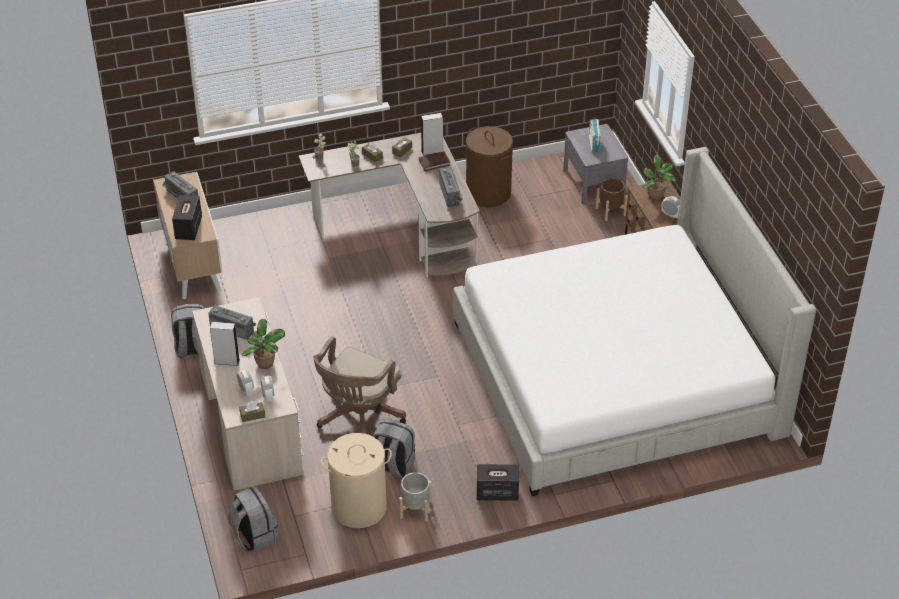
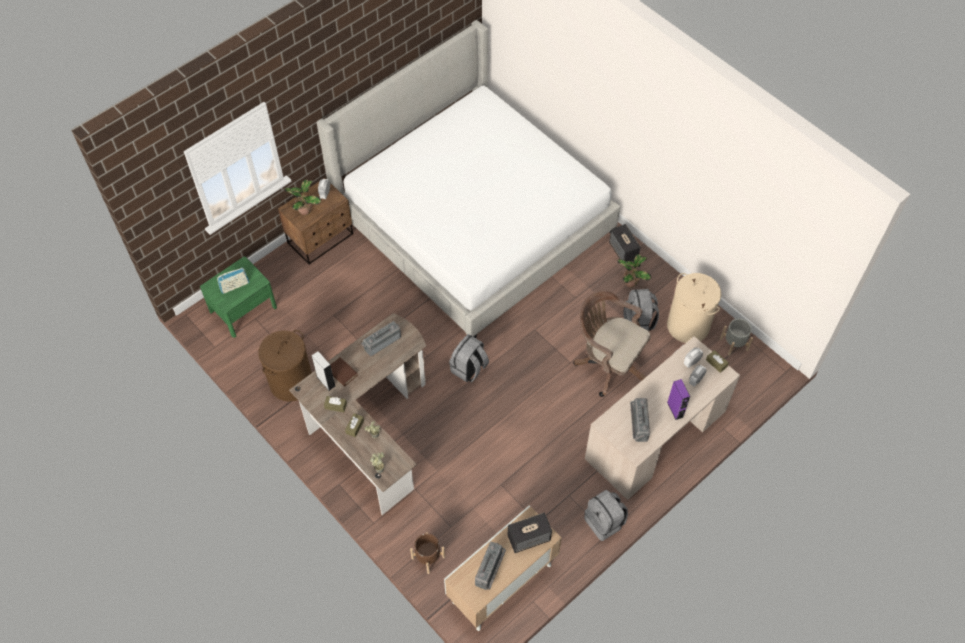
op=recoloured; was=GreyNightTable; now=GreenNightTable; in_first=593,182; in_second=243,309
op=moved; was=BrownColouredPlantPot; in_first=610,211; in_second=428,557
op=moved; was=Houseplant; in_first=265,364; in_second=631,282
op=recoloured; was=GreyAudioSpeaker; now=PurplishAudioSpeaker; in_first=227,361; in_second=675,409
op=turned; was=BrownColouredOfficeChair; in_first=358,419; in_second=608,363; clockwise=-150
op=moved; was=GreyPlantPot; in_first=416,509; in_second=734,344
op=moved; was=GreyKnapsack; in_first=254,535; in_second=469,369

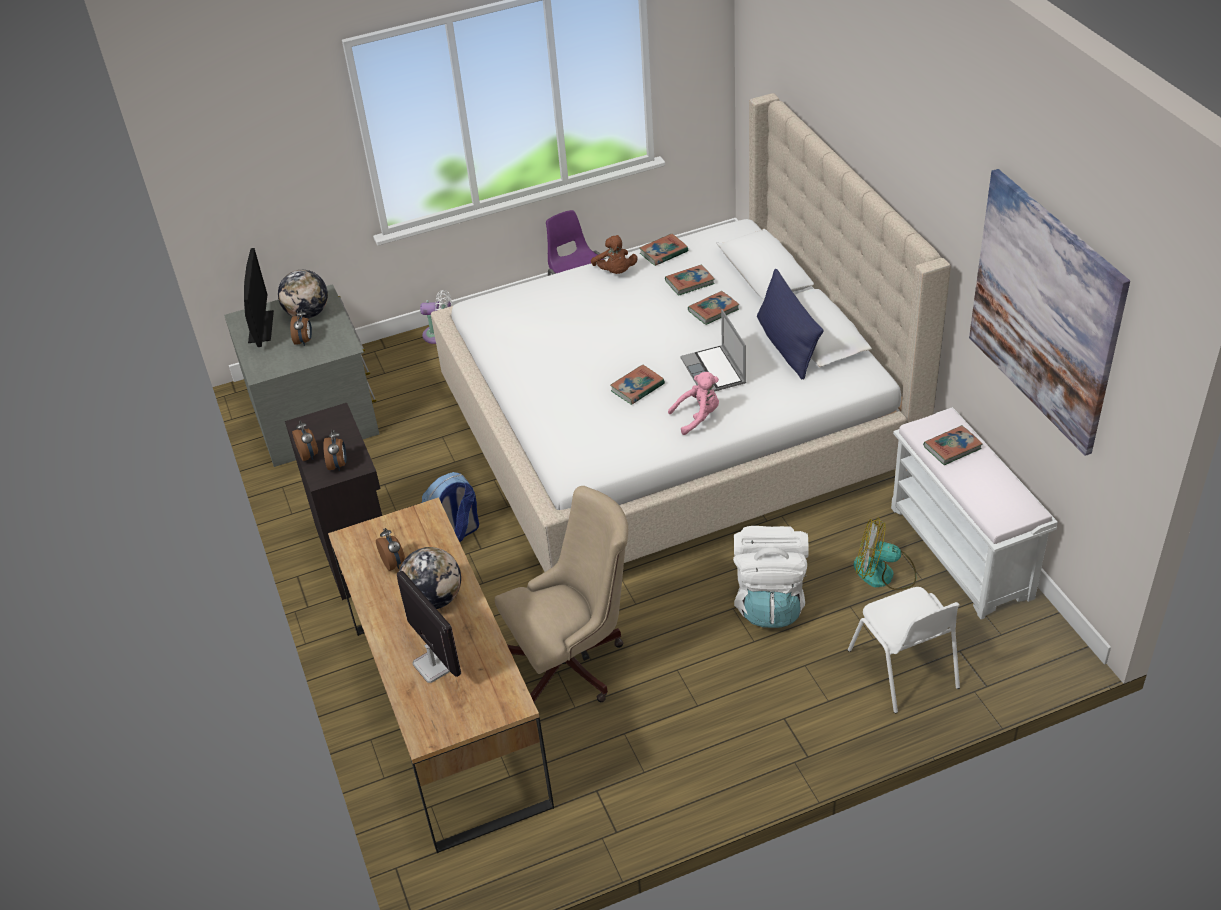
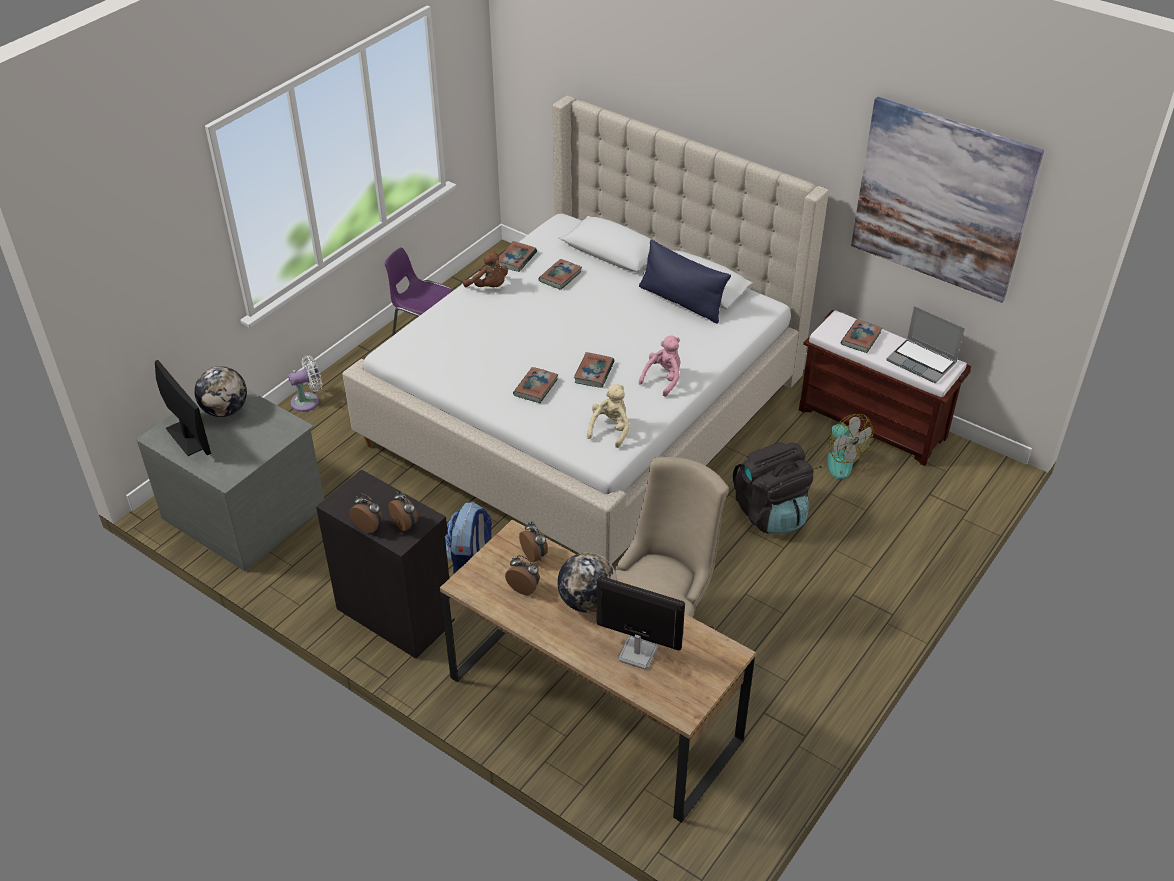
op=moved; was=Book; in_first=713,310; in_second=536,387
op=moved; was=AlarmClock; in_first=304,341; in_second=535,555
op=moved; was=Laptop; in_first=714,372; in_second=922,362
op=recoloured; was=WhiteLongSeat; now=BrownColouredLongSeat; in_first=962,552; in_second=874,423
op=turned; was=ElectricFan; in_first=883,573; in_second=833,460; clockwise=-105
op=recoloured; was=WhiteKnapsack; now=BlackishKnapsack; in_first=770,601; in_second=770,513
op=removed; was=WhitePlainChair; in_first=904,670
op=added; now=BeigeSoftToy; in_second=610,429

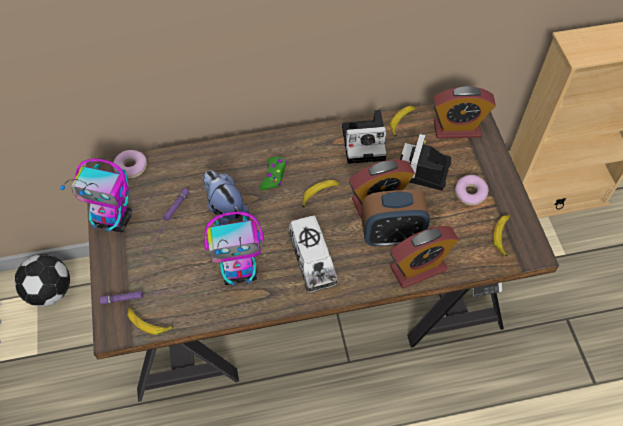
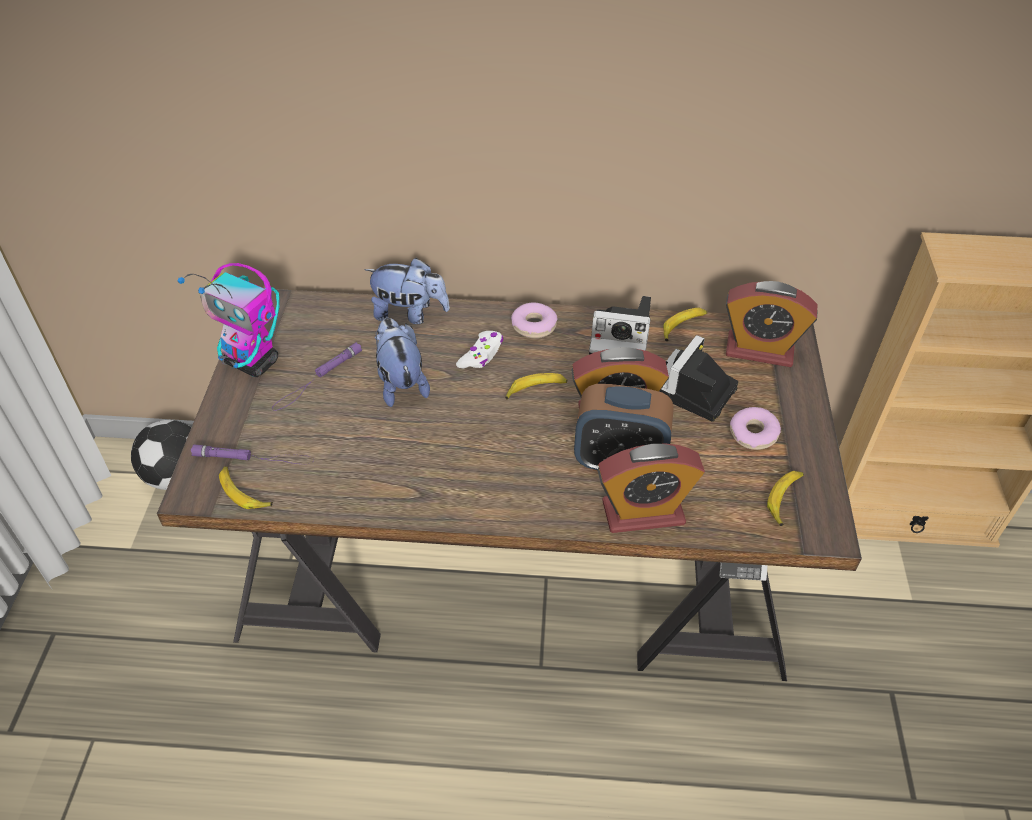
op=moved; was=Doughnut; in_first=131,167; in_second=534,326
op=recoloured; was=GreenJoypad; now=WhiteJoypad; in_first=274,176; in_second=481,355
op=removed; was=RobotFigure; in_first=240,272
op=removed; was=ToyTruck; in_first=312,260
op=added; now=SoftToy; in_second=409,314

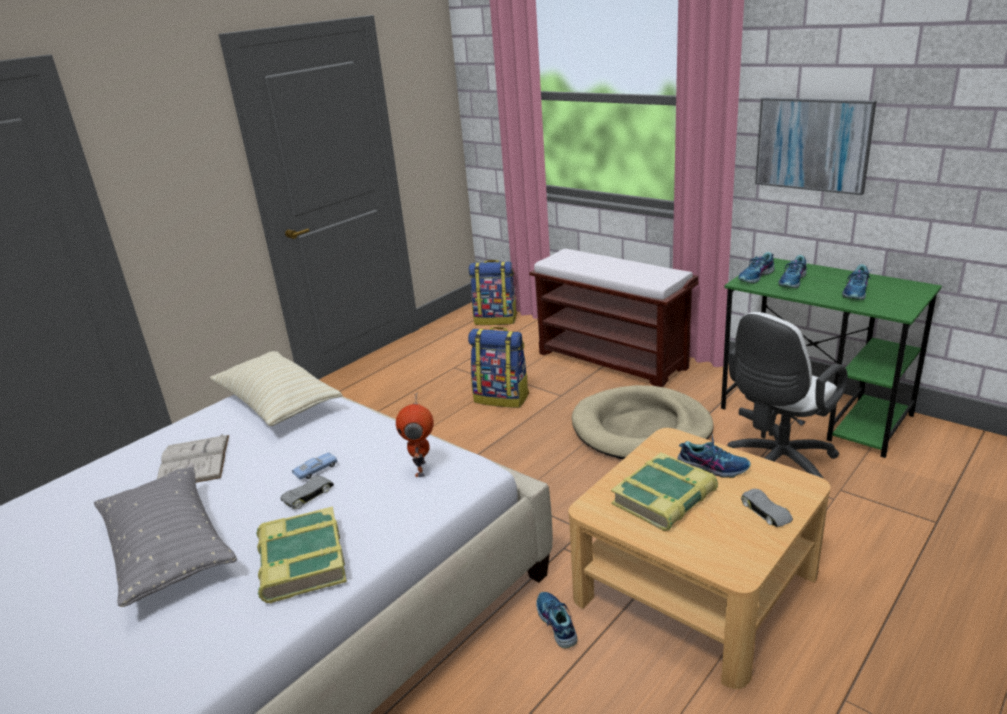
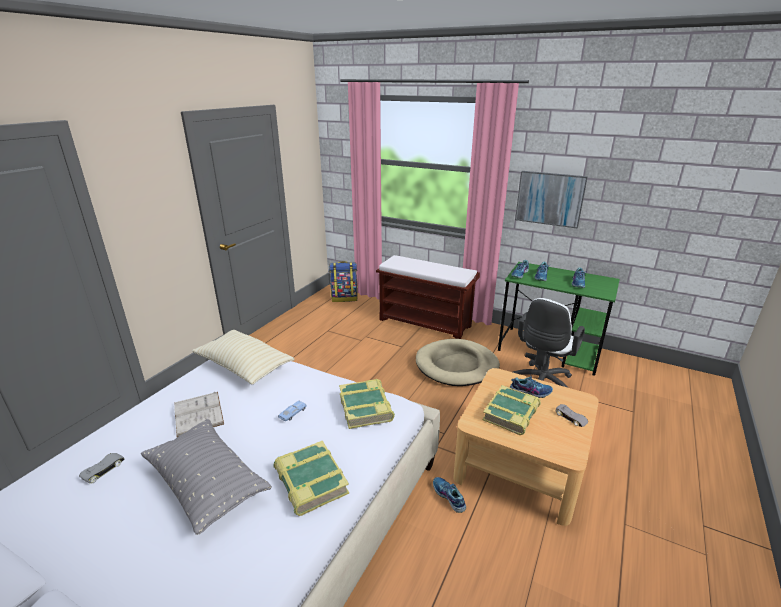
op=removed; was=Knapsack; in_first=502,398
op=replaced; was=RobotFigure; now=Book; in_first=422,468; in_second=366,407
op=moved; was=GreyToyCar; in_first=308,495; in_second=103,469

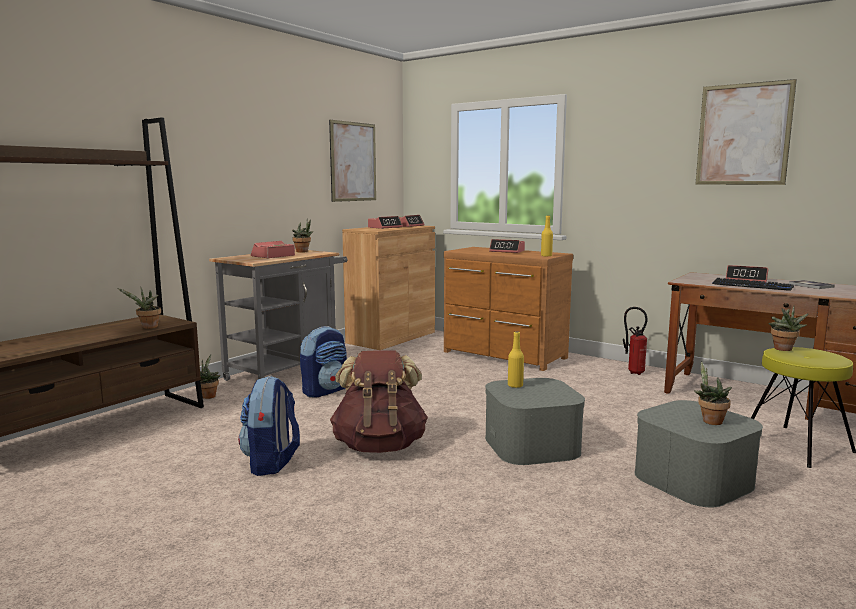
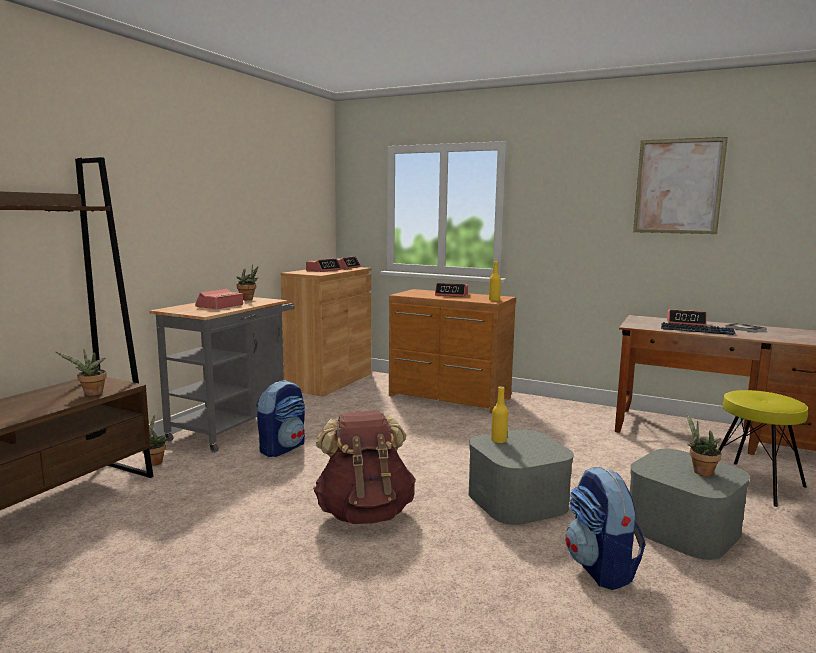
op=removed; was=Picture; in_first=353,162
op=removed; was=Houseplant; in_first=784,349
op=removed; was=FireExtinguisher; in_first=633,372
op=moved; was=Knapsack; in_first=272,463; in_second=600,568

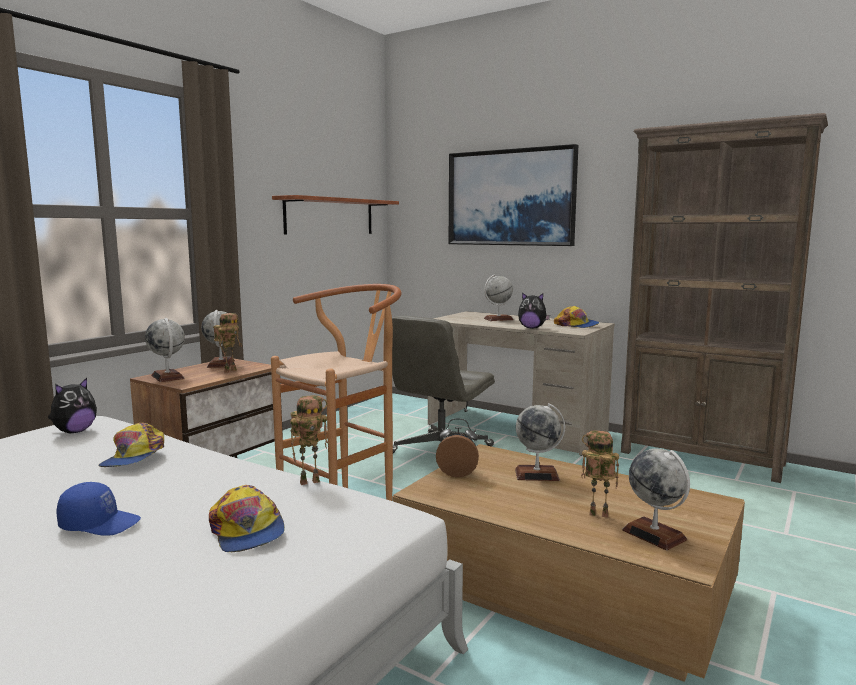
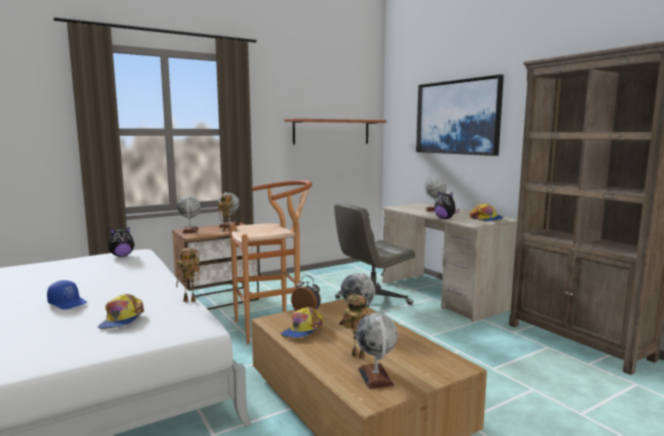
op=moved; was=BaseballCap; in_first=134,457; in_second=303,330

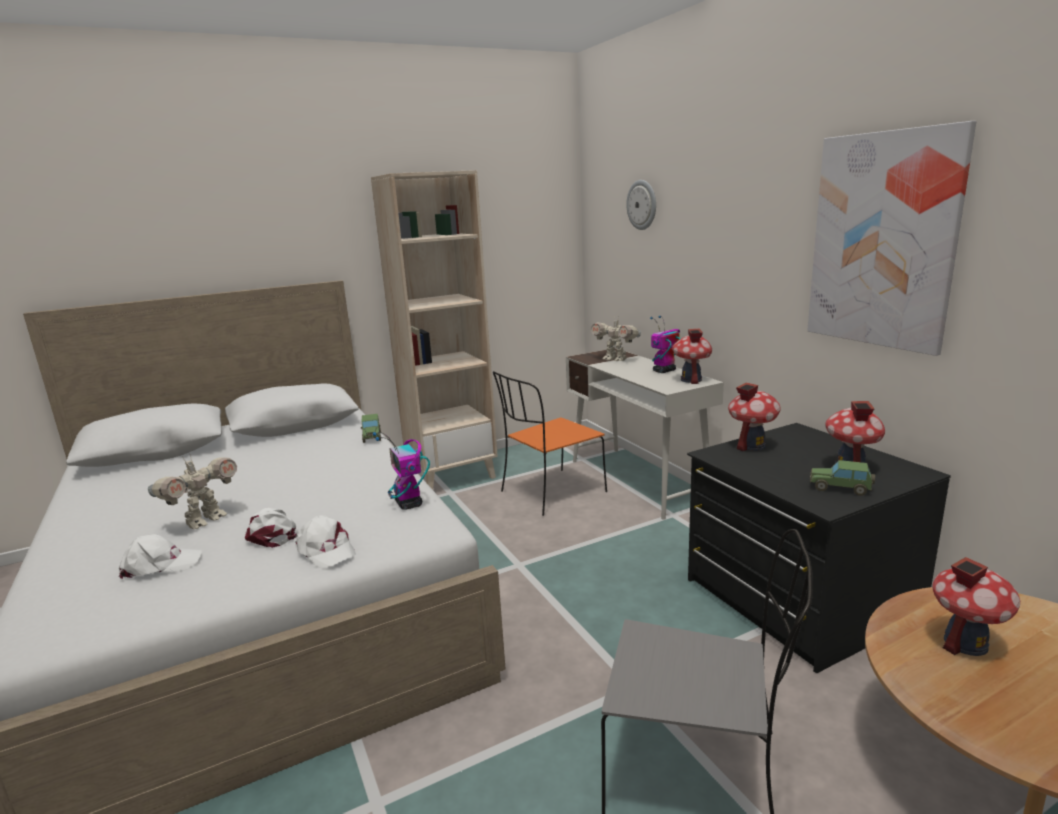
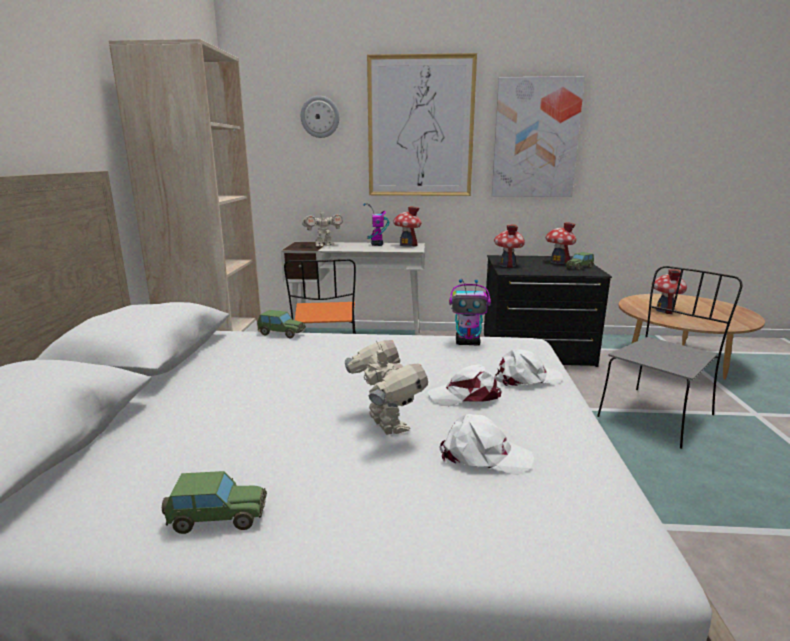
op=turned; was=WhiteBaseballCap; in_first=160,565; in_second=483,456; clockwise=90
op=added; now=Picture; in_second=420,127
op=added; now=ToyCar; in_second=217,518

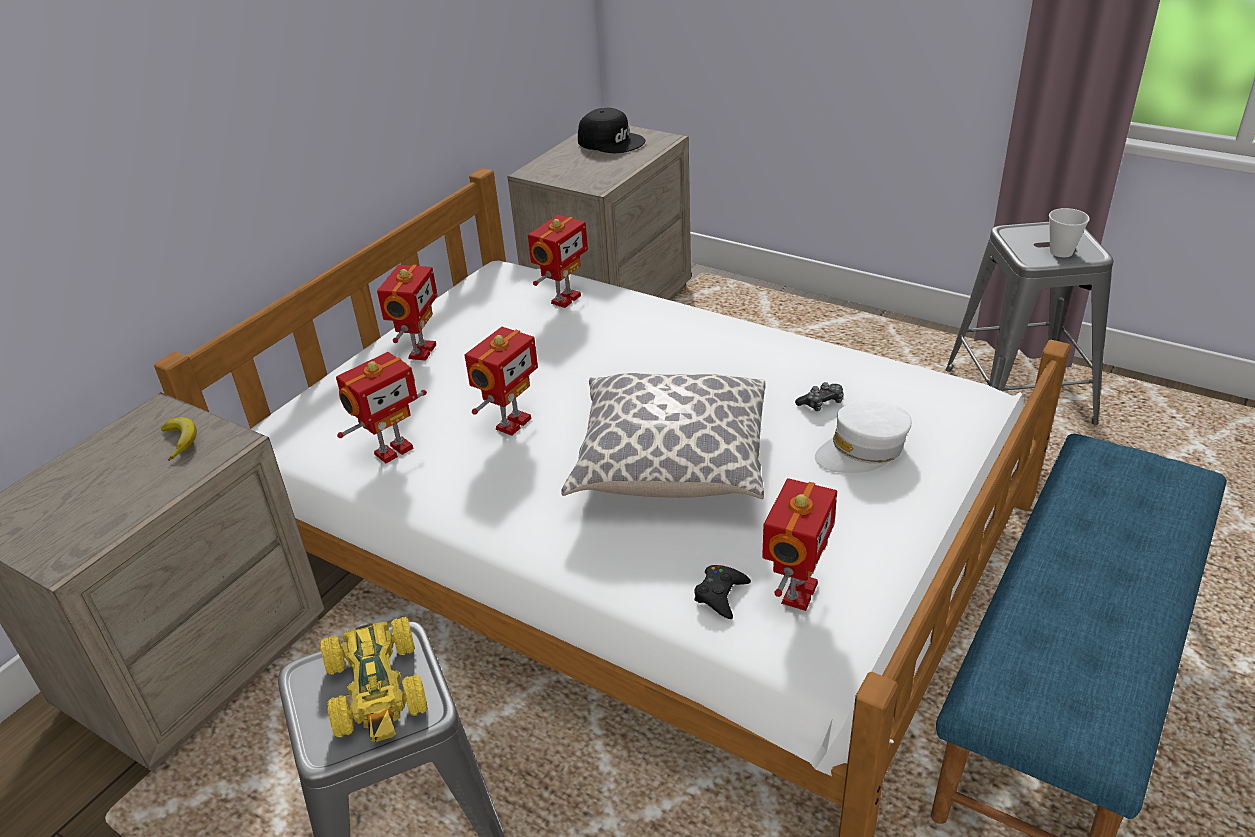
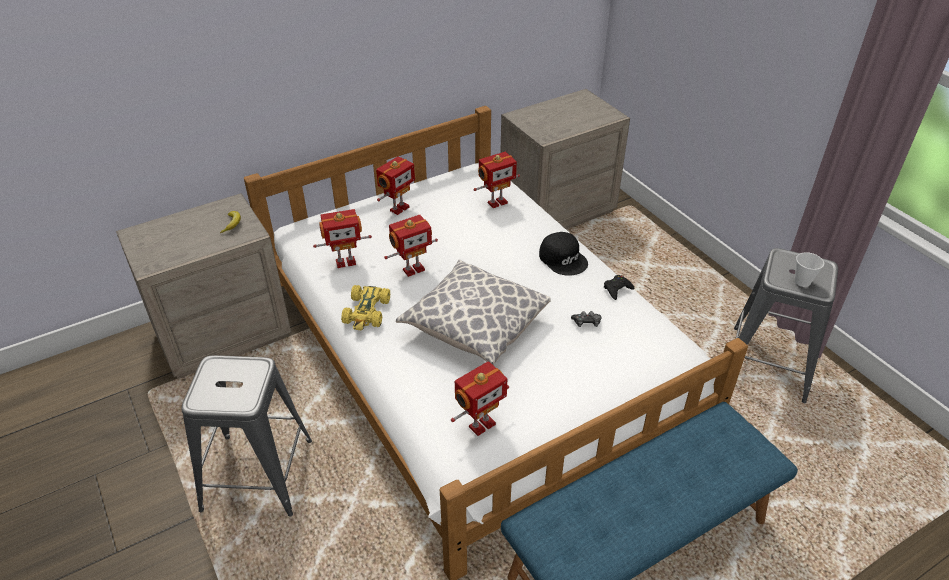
op=moved; was=BlackishBaseballCap; in_first=611,141; in_second=563,258
op=removed; was=WhiteBaseballCap; in_first=862,450
op=moved; was=BlackishJoypad; in_first=720,595; in_second=617,289
op=moved; was=YellowishToyCar; in_first=377,688; in_second=367,312

